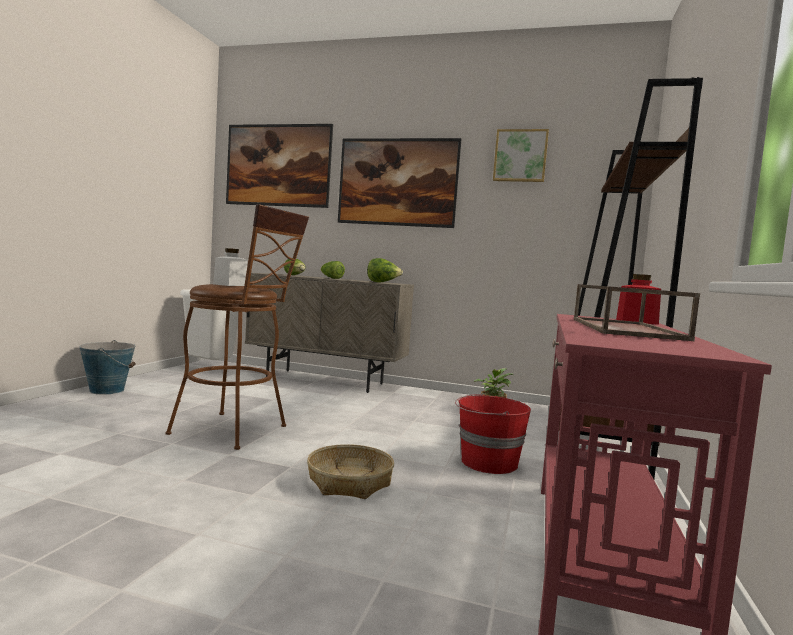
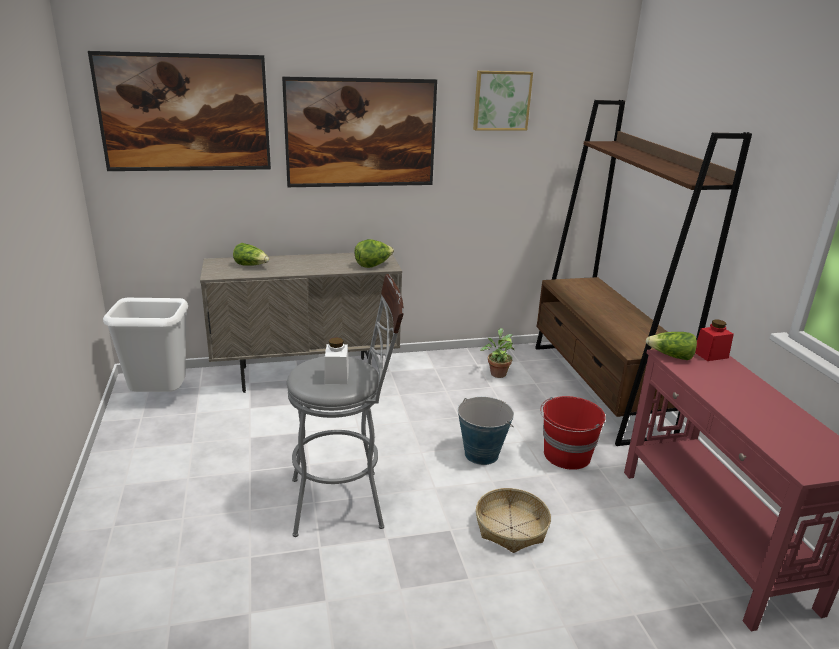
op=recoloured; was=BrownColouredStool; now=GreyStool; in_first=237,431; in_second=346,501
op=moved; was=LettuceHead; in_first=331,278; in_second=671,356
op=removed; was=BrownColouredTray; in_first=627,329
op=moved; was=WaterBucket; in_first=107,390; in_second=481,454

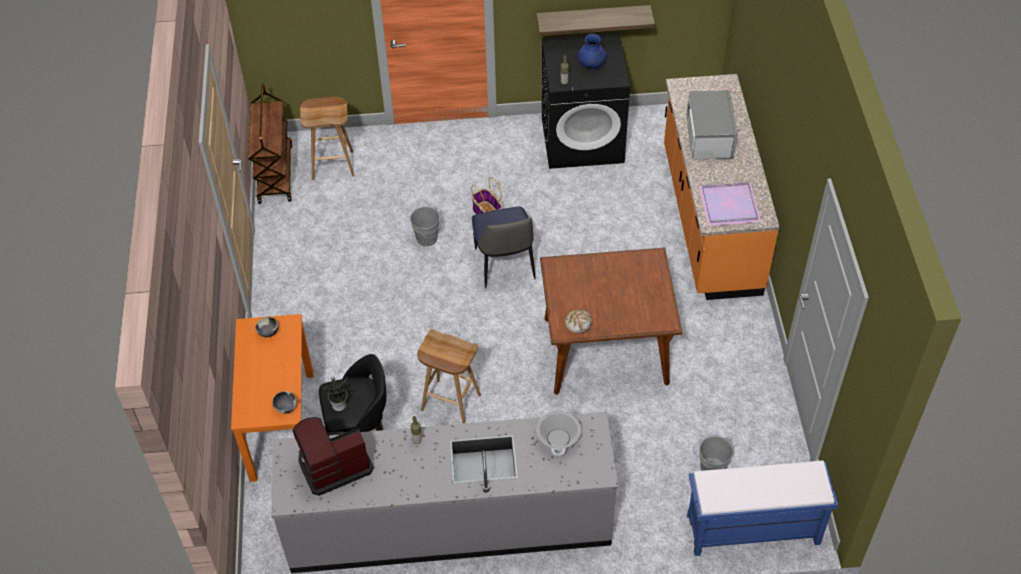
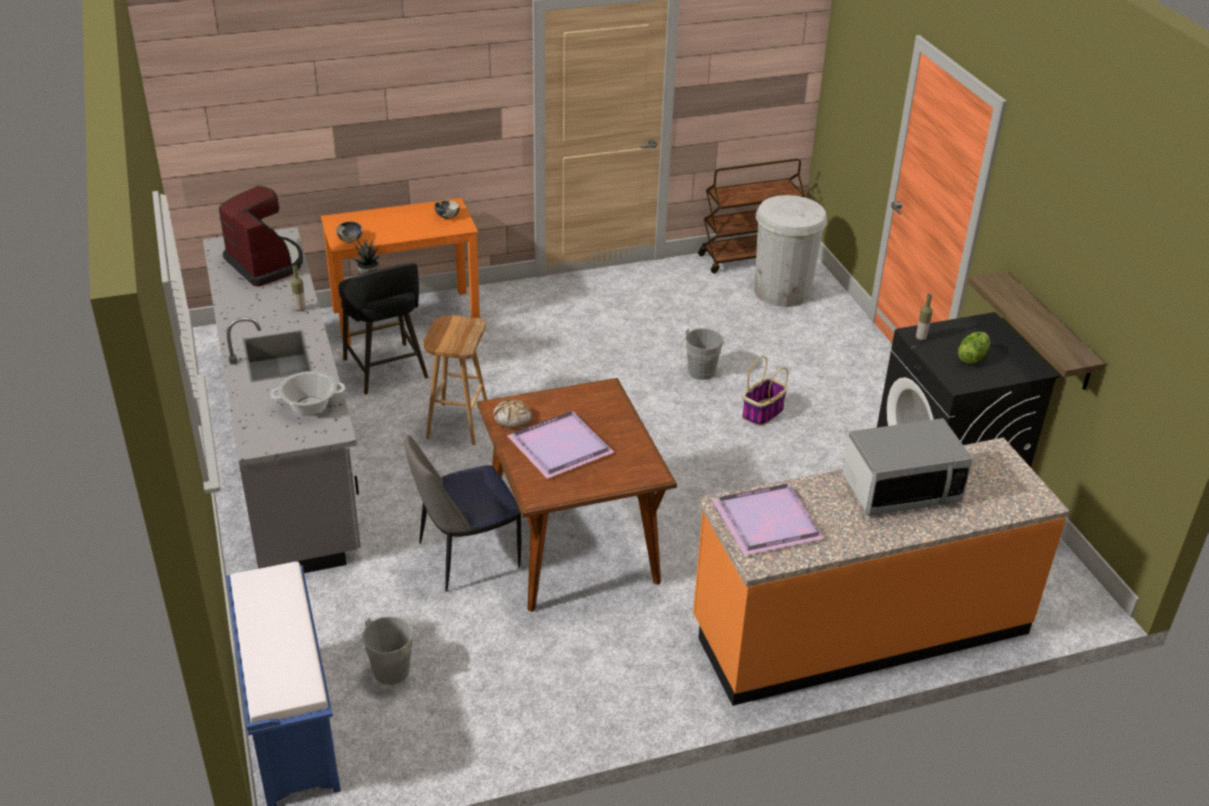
op=replaced; was=BlueColouredVase; now=LettuceHead; in_first=591,65; in_second=971,357
op=replaced; was=BrownColouredStool; now=WhiteRubbishBin; in_first=333,165; in_second=782,291
op=moved; was=PlainChair; in_first=504,266; in_second=466,556
op=added; now=PurplishTray; in_second=561,445

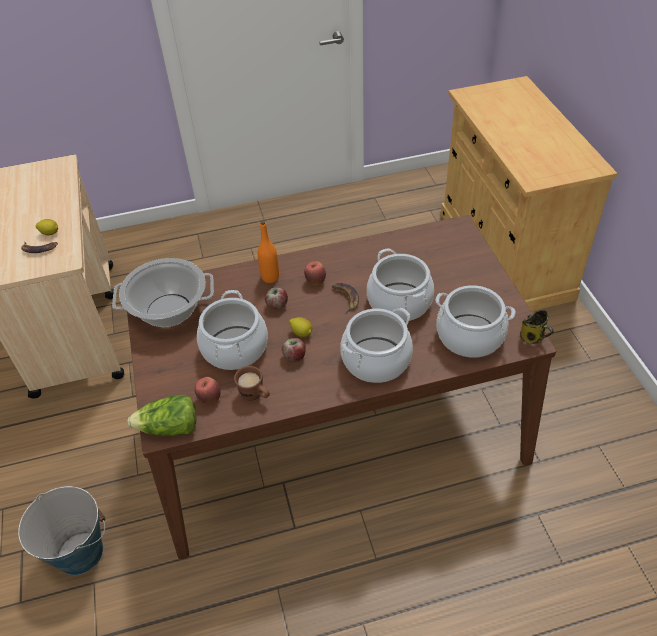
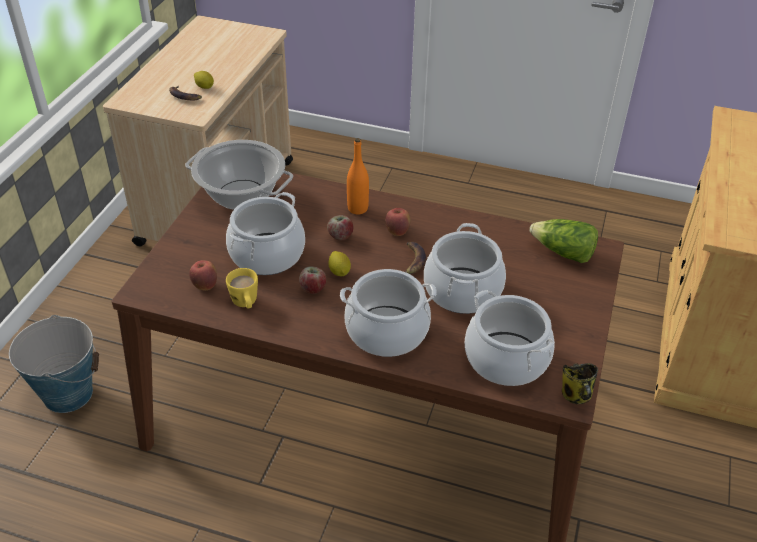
op=recoloured; was=BrownColouredMug; now=YellowishMug; in_first=255,395; in_second=245,304
op=moved; was=LettuceHead; in_first=169,428; in_second=563,253

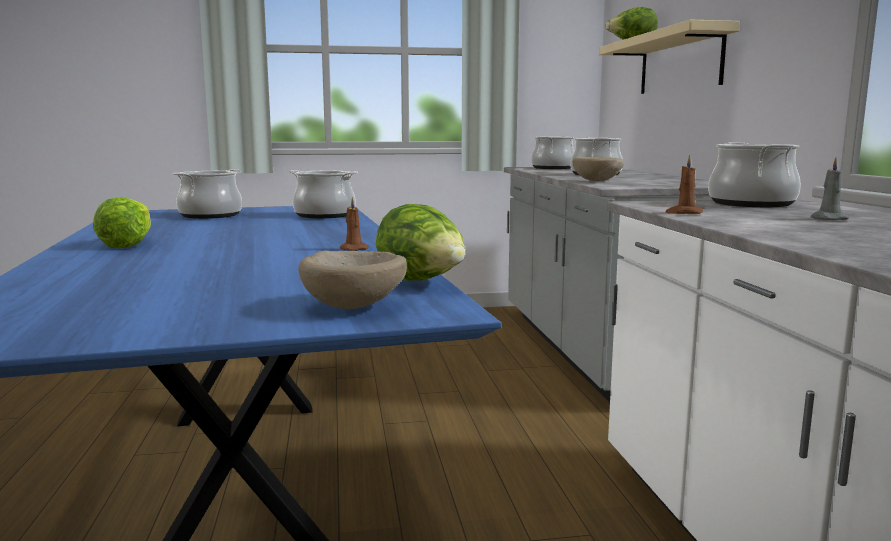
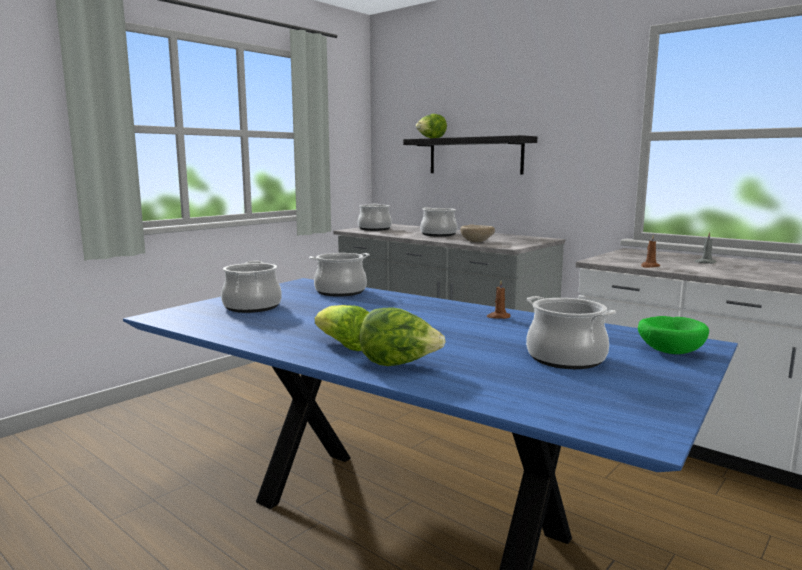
op=recoloured; was=BeigeWallShelf; now=BlackishWallShelf; in_first=679,63; in_second=475,156
op=moved; was=CookingPot; in_first=751,203; in_second=565,358
op=moved; was=LettuceHead; in_first=422,282; in_second=399,364
op=recoloured; was=BeigeBowl; now=GreenBowl; in_first=356,307; in_second=670,351

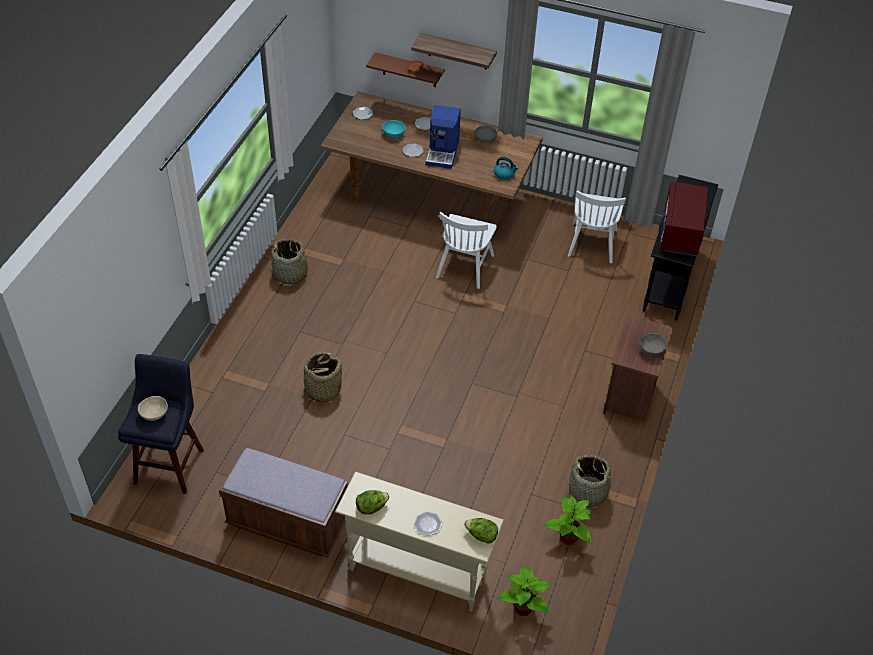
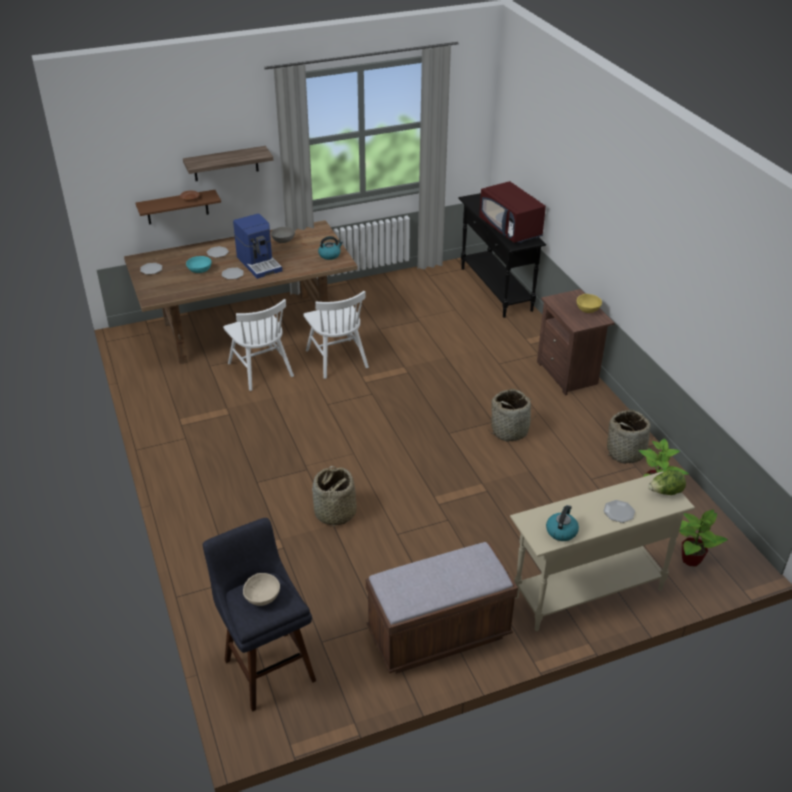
op=moved; was=WhitePlainChair; in_first=592,242; in_second=260,369
op=moved; was=Basket; in_first=291,274; in_second=510,430
op=recoloured; was=GreyBowl; now=YellowishBowl; in_first=651,350; in_second=587,310
op=replaced; was=LettuceHead; now=TeaKettle; in_first=371,507; in_second=561,531

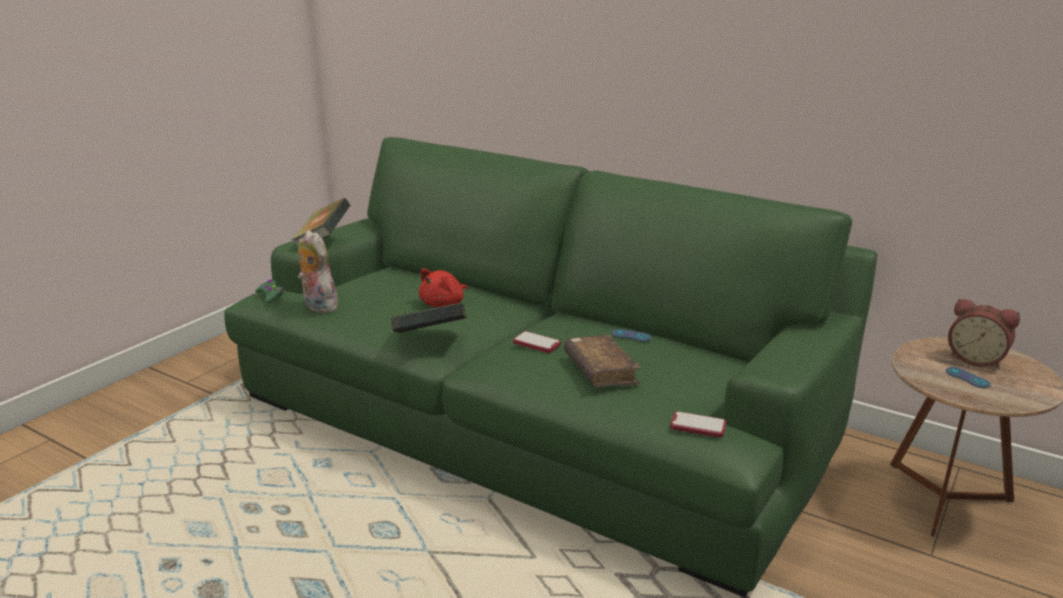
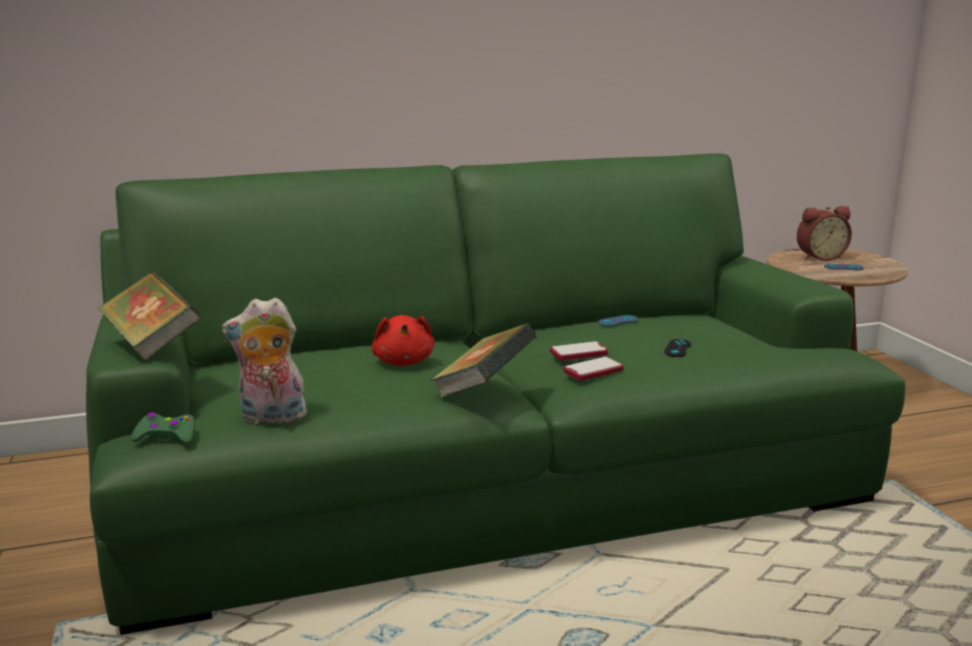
op=replaced; was=BrownColouredBook; now=BlackishJoypad; in_first=600,371; in_second=677,348
op=moved; was=Phone; in_first=698,426; in_second=593,371

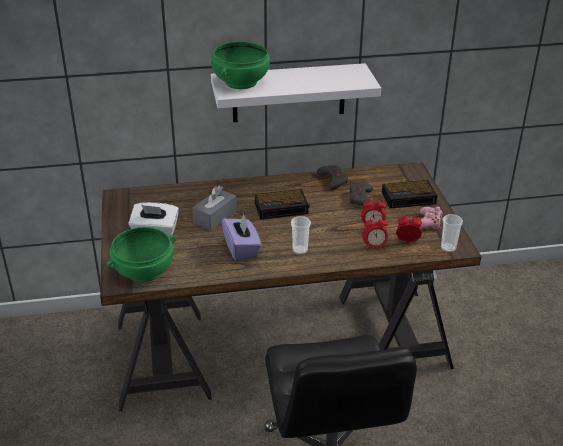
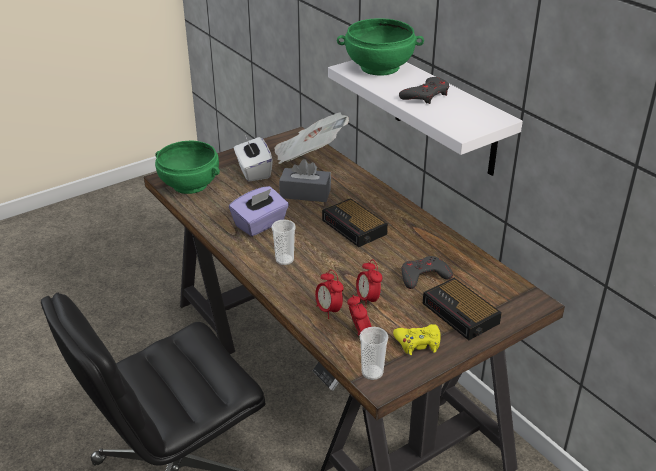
op=moved; was=GreyJoypad; in_first=332,180; in_second=426,95
op=recoloured; was=PinkJoypad; now=YellowishJoypad; in_first=429,222; in_second=418,343
op=added; now=DailyPaper; in_second=309,156

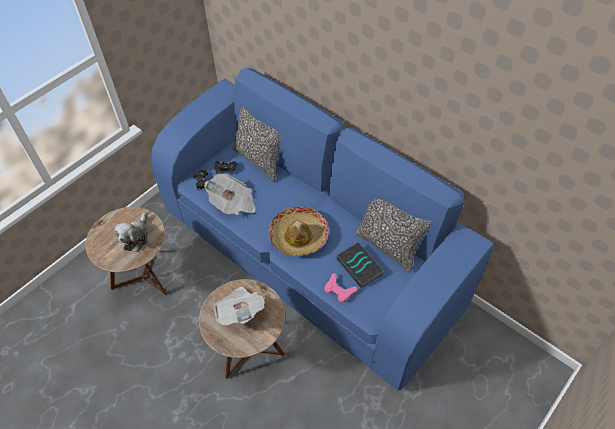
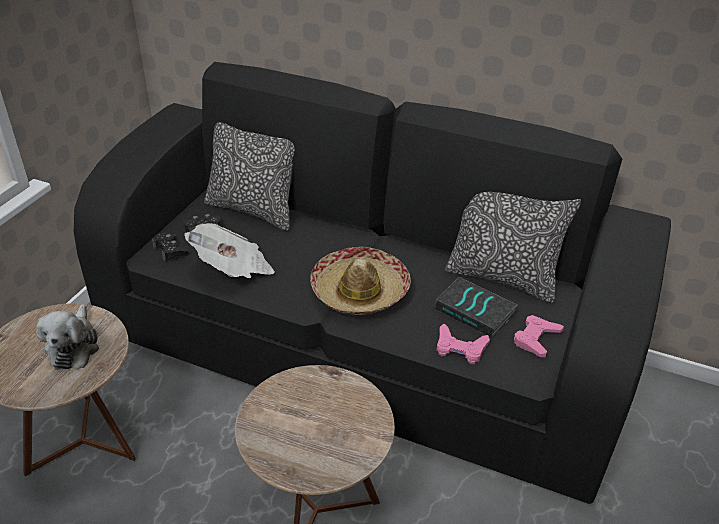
op=recoloured; was=BlueColouredCouch; now=BlackishCouch; in_first=309,256; in_second=358,350
op=removed; was=DailyPaper; in_first=240,311
op=added; now=PinkJoypad; in_second=536,339

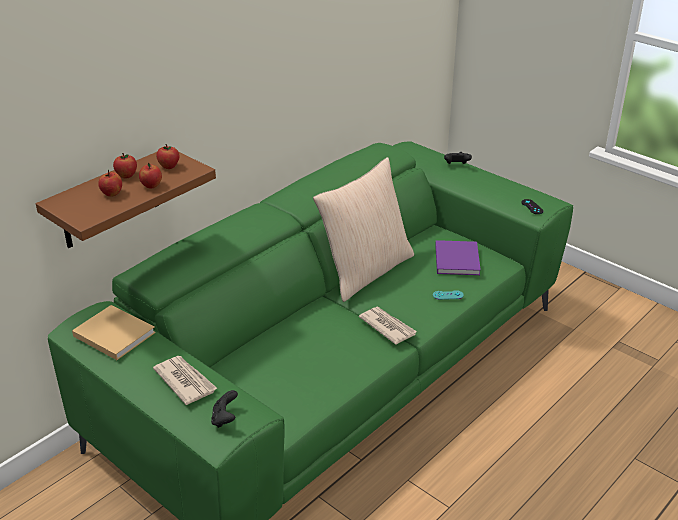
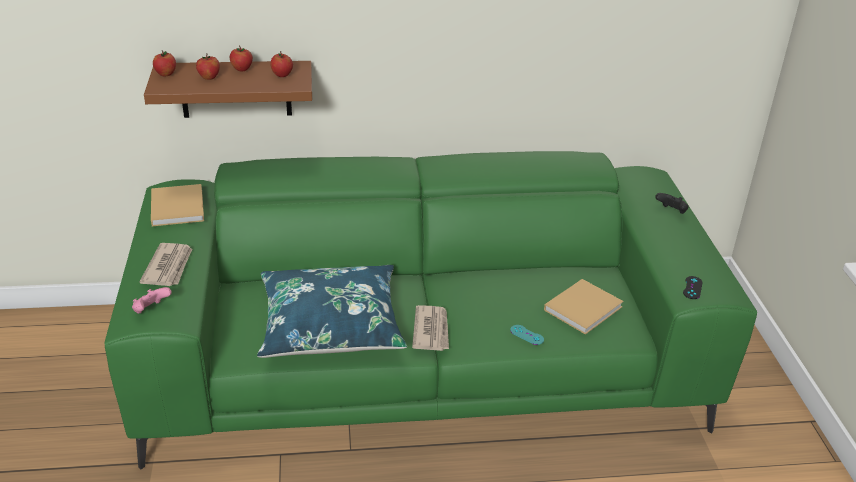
op=removed; was=BeigeThrowPillow; in_first=366,271
op=moved; was=WholeApple; in_first=151,186; in_second=165,74
op=recoloured; was=PurplishBook; now=BeigeBook; in_first=457,259; in_second=584,307
op=recoloured; was=BlackishJoypad; now=PinkJoypad; in_first=225,419; in_second=151,310
op=added; now=BlueColouredThrowPillow; in_second=330,325

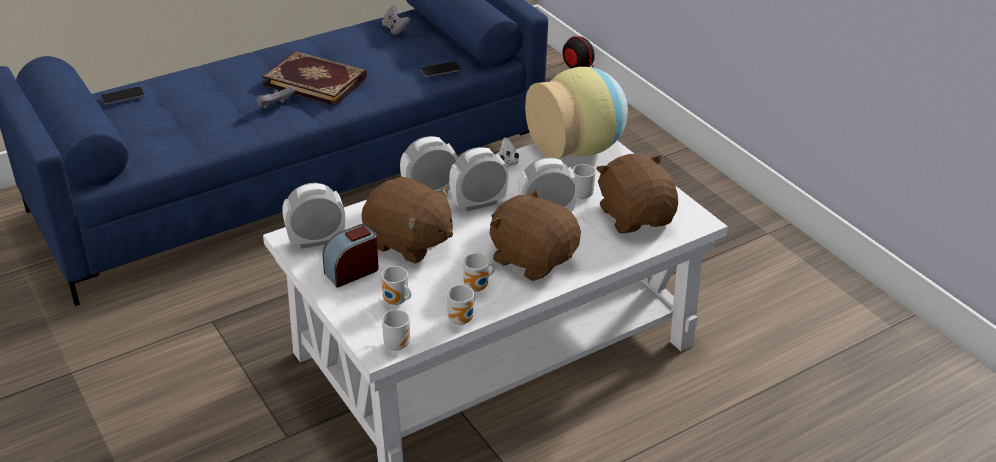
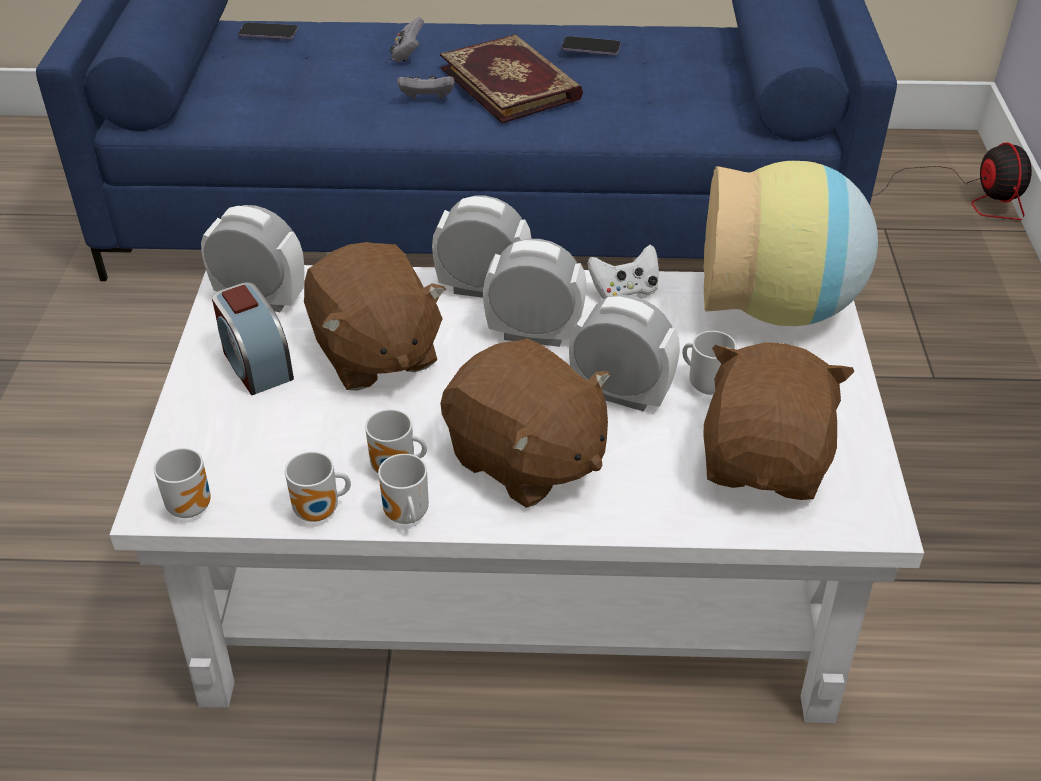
op=moved; was=GreyJoypad; in_first=395,29; in_second=408,55
op=moved; was=Phone; in_first=441,70; in_second=591,48
op=turned; was=BrownColouredSoftToy; in_first=532,258; in_second=525,459; clockwise=150
op=turned; was=AlarmClock; in_first=352,271; in_second=256,364; clockwise=-120
op=moved; was=Mug; in_first=396,302; in_second=405,517

